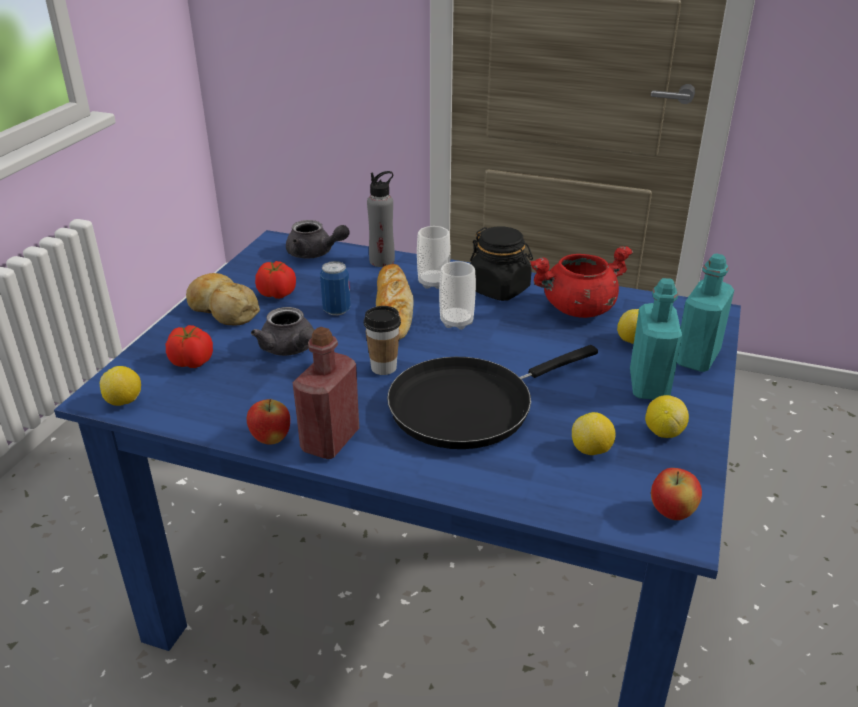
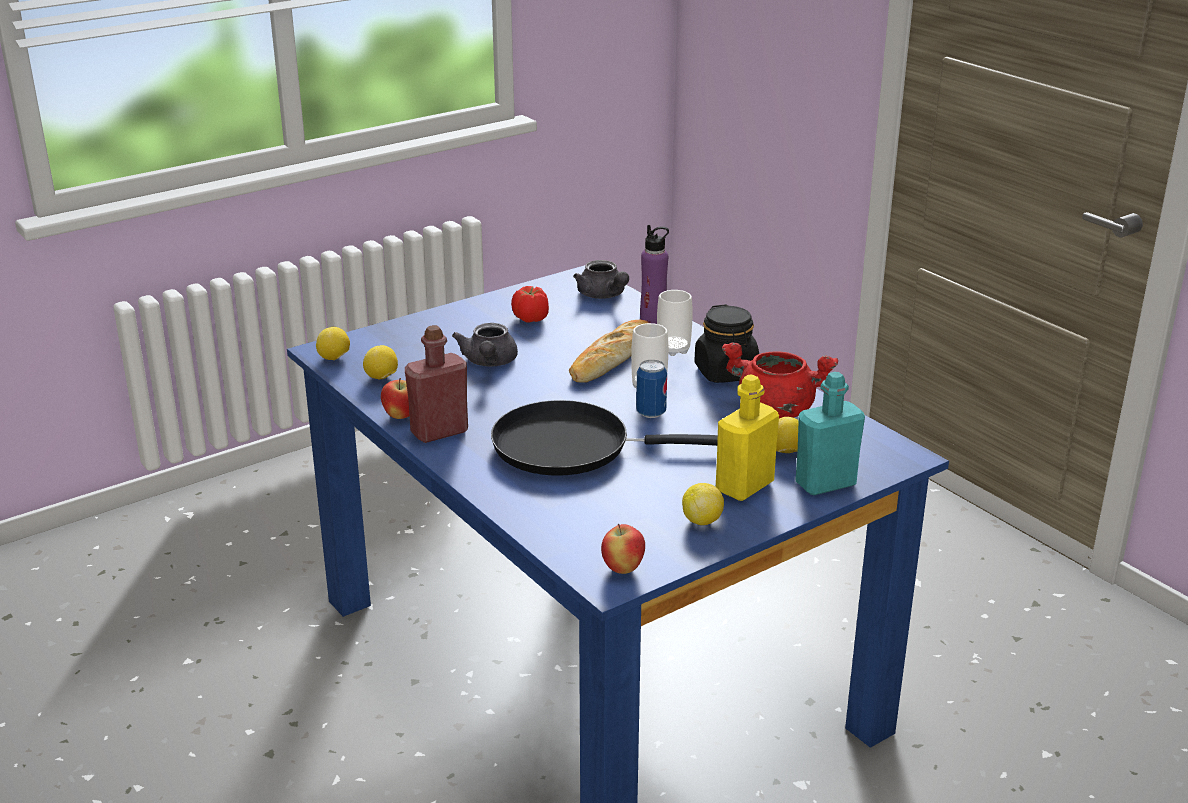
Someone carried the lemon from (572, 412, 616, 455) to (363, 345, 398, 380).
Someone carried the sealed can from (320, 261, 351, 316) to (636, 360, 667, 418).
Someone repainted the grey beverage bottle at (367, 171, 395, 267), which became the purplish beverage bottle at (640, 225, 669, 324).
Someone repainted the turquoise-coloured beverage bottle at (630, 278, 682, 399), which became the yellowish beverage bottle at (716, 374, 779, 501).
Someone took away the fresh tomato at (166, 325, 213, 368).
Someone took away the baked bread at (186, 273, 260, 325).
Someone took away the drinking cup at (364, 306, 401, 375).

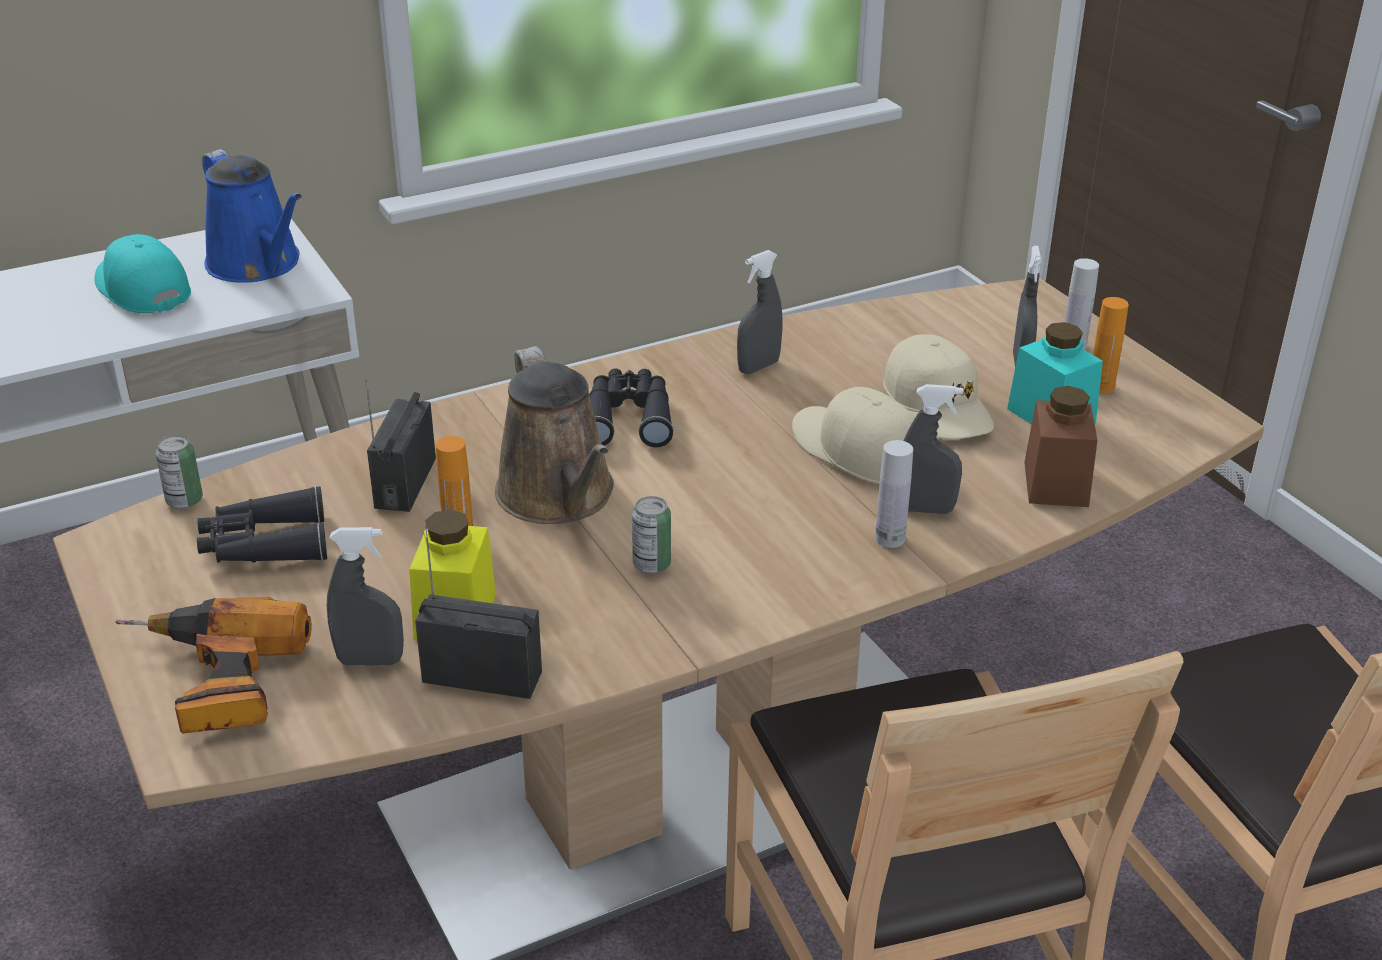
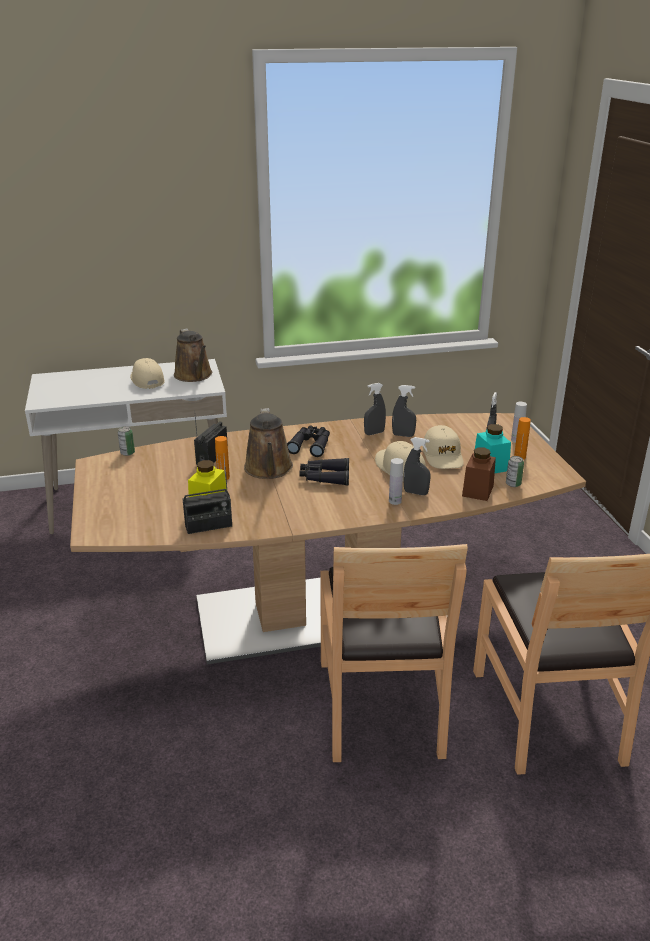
Someone repainted the turquoise-coloured peaked cap at (94, 234, 191, 313), which became the beige peaked cap at (130, 358, 165, 389).
Someone repainted the blue-coloured watering pot at (202, 149, 302, 283), which became the brown-coloured watering pot at (174, 329, 212, 382).
Someone rotated the radio at (415, 526, 542, 699) by 135 degrees clockwise.
Someone carried the black-coloured pair of binoculars from (197, 486, 327, 563) to (300, 458, 349, 486).
Someone carried the grey sprayer from (327, 527, 404, 666) to (392, 385, 416, 437).
Someone carried the sealed can from (632, 496, 671, 573) to (506, 456, 524, 487).
Someone took away the power drill at (116, 597, 312, 734).

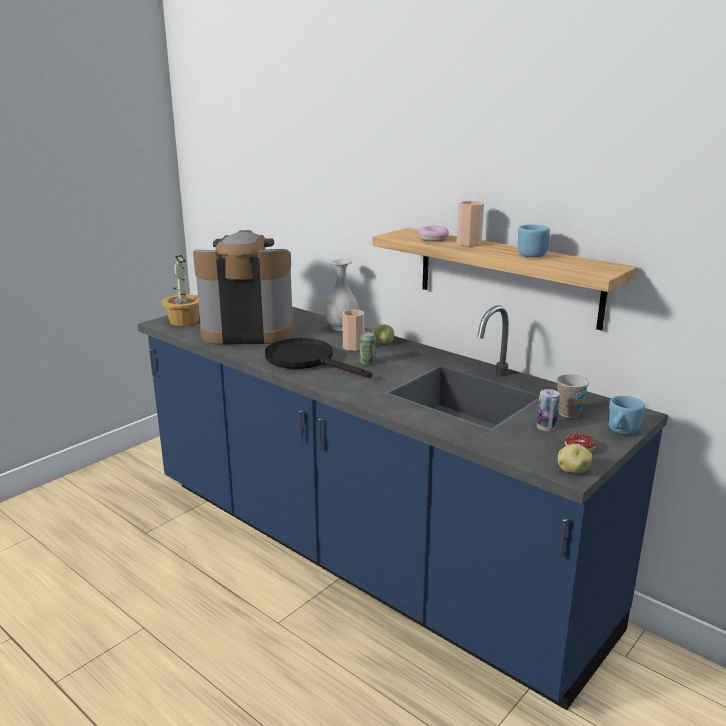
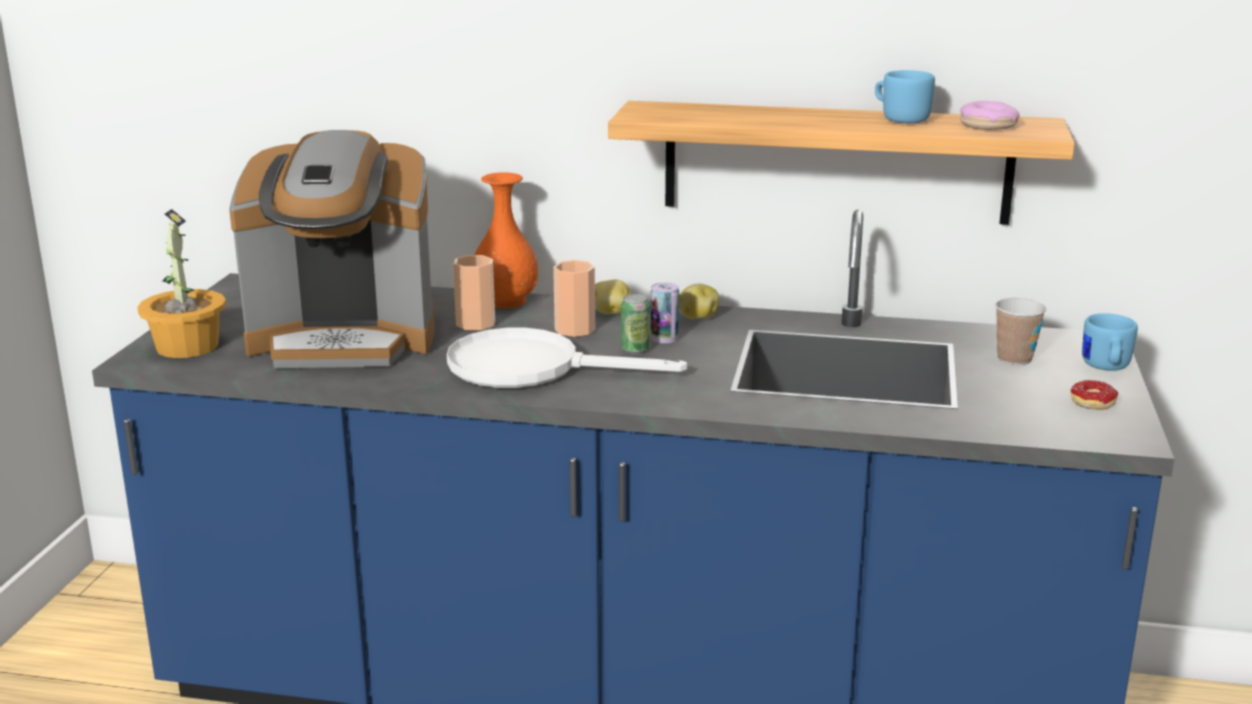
Someone rotated the coffee brewer at (193, 230, 293, 345) by 150 degrees counterclockwise.
Someone repainted the black-coloured skillet at (265, 338, 372, 378), which became the white skillet at (447, 328, 687, 388).
Someone carried the drinking cup from (457, 201, 484, 247) to (453, 255, 495, 330).
Someone repainted the white flower vase at (324, 259, 359, 331), which became the orange flower vase at (474, 172, 538, 309).
Someone carried the sealed can from (537, 389, 560, 431) to (650, 282, 679, 343).
Someone carried the potato from (558, 444, 592, 473) to (679, 284, 719, 319).
Someone carried the ring doughnut from (418, 226, 449, 242) to (960, 101, 1020, 130).

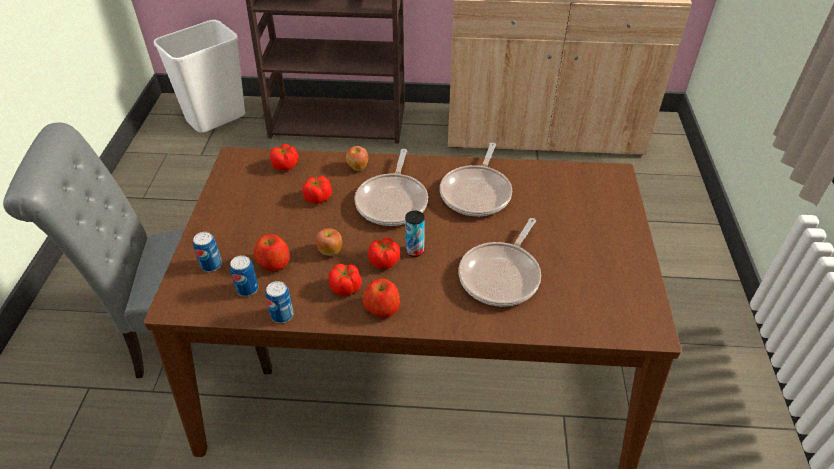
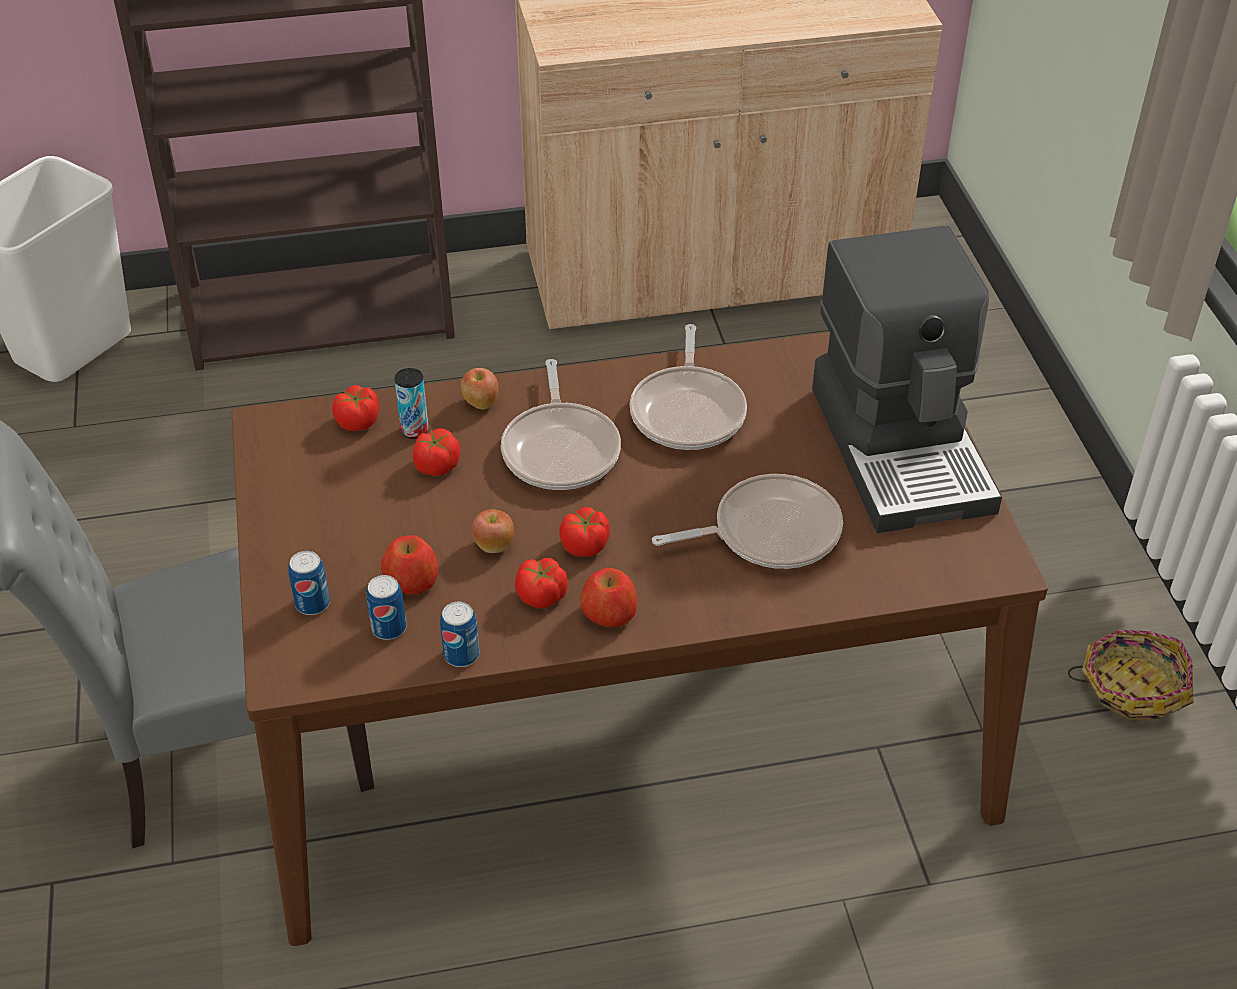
Someone carried the sealed can from (405, 211, 425, 257) to (394, 368, 429, 439).
Someone rotated the skillet at (458, 218, 541, 307) by 120 degrees counterclockwise.
Someone put down the coffee brewer at (812, 226, 1002, 533).
Someone put down the basket at (1068, 630, 1193, 721).

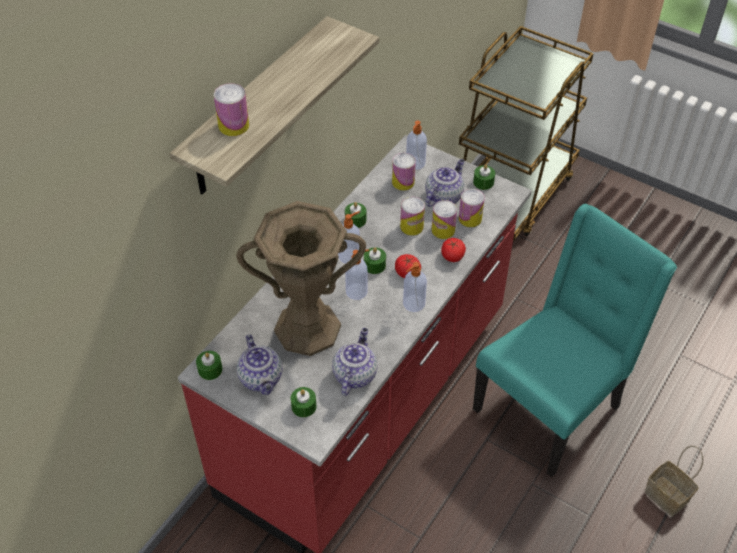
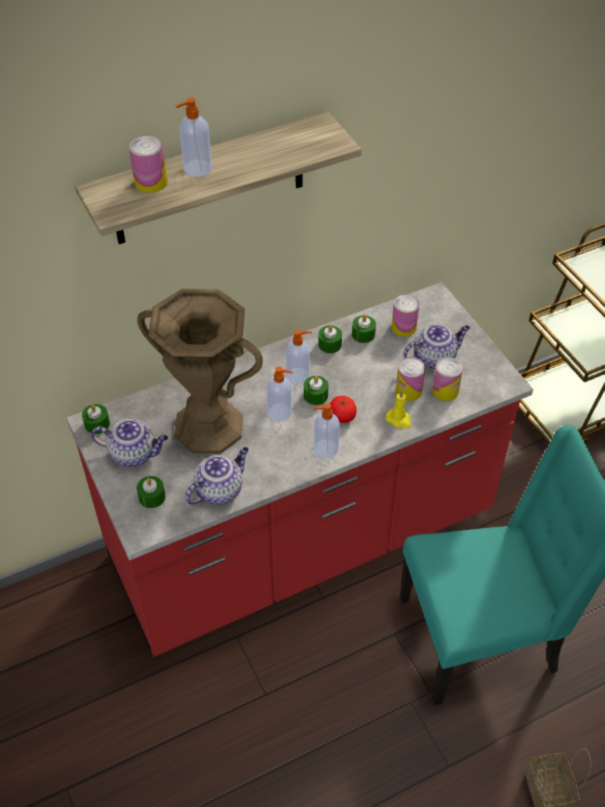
Someone rotated the teapot at (237, 335, 283, 395) by 90 degrees counterclockwise.
Someone carried the soap dispenser from (406, 121, 427, 170) to (176, 97, 212, 177).
Someone carried the green-coloured wax candle from (473, 164, 495, 190) to (352, 314, 376, 343).
Someone swapped the fresh tomato at (441, 238, 466, 262) for the yellowish wax candle at (386, 390, 411, 429).
Someone took away the sealed can at (400, 197, 425, 236).

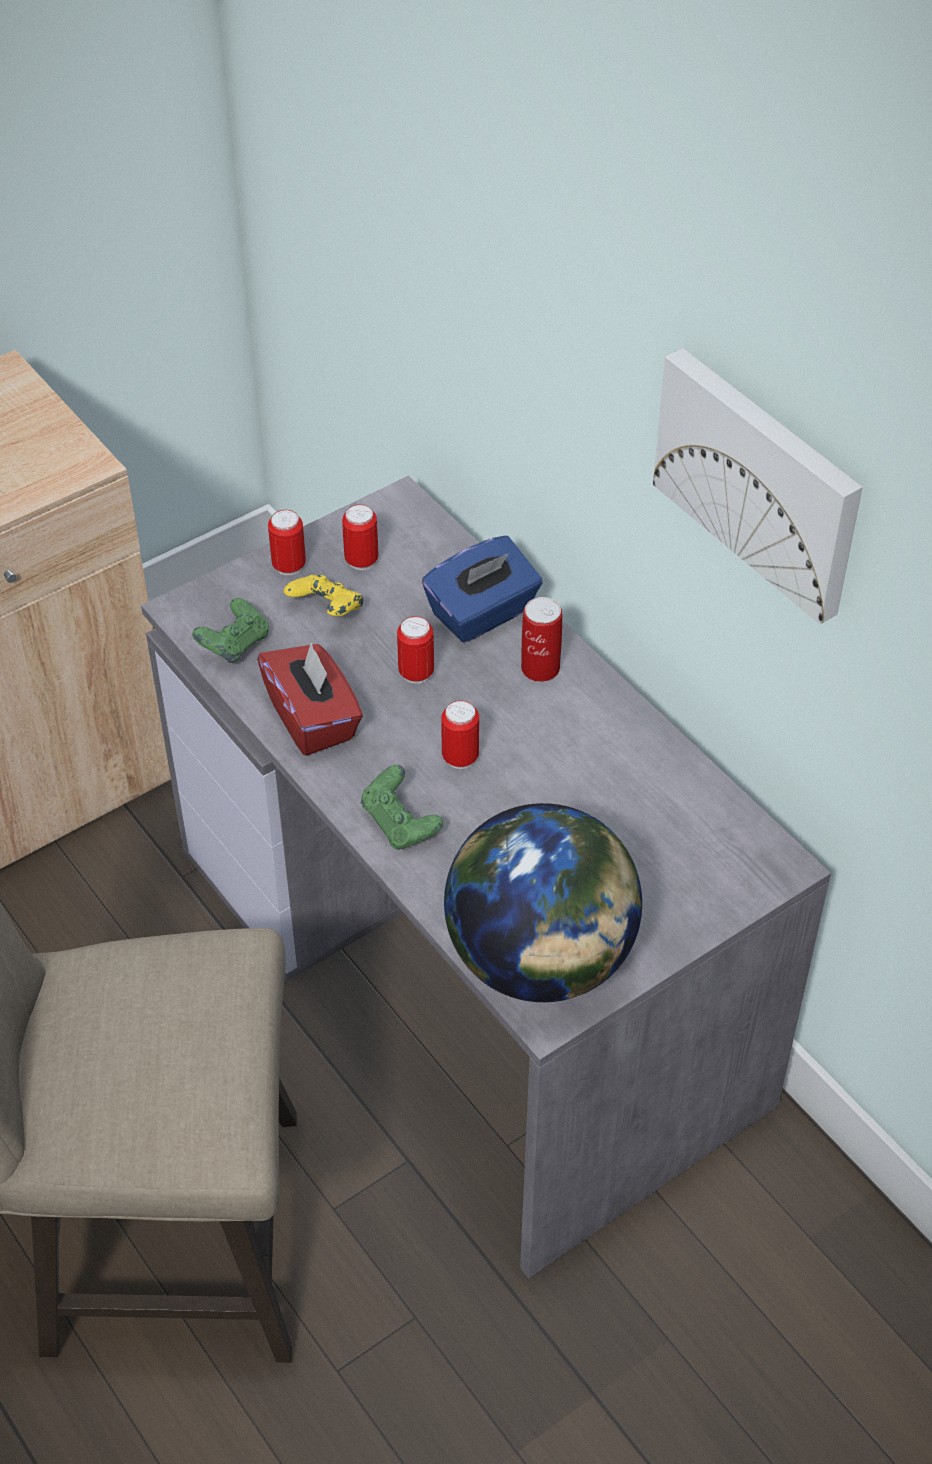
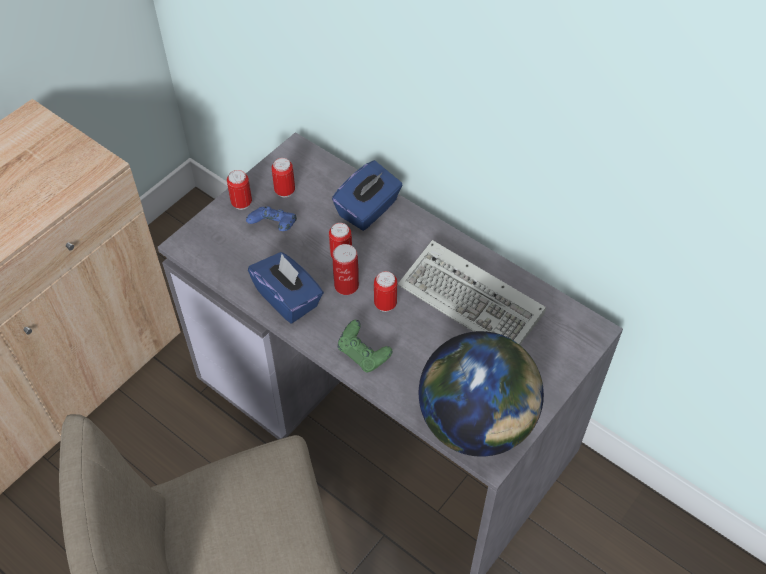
Someone repainted the yellowish gamepad at (284, 575, 363, 616), which became the blue-coloured gamepad at (246, 206, 297, 231).
Someone repainted the reddish tissue box at (257, 641, 363, 756), which became the blue-coloured tissue box at (248, 252, 324, 324).
Someone carried the sealed can from (521, 597, 562, 682) to (332, 244, 359, 295).
Someone put down the keyboard at (398, 240, 546, 345).
Someone took away the green-coloured gamepad at (192, 598, 269, 663).
Someone took away the wall art at (653, 348, 863, 624).

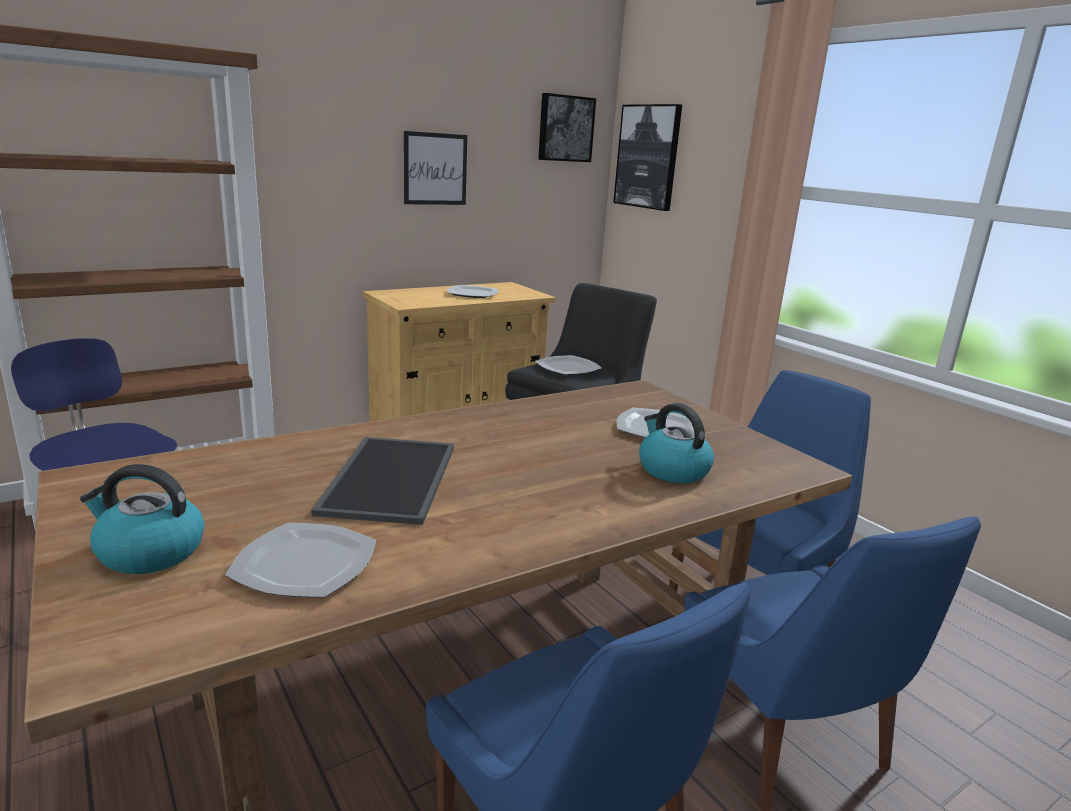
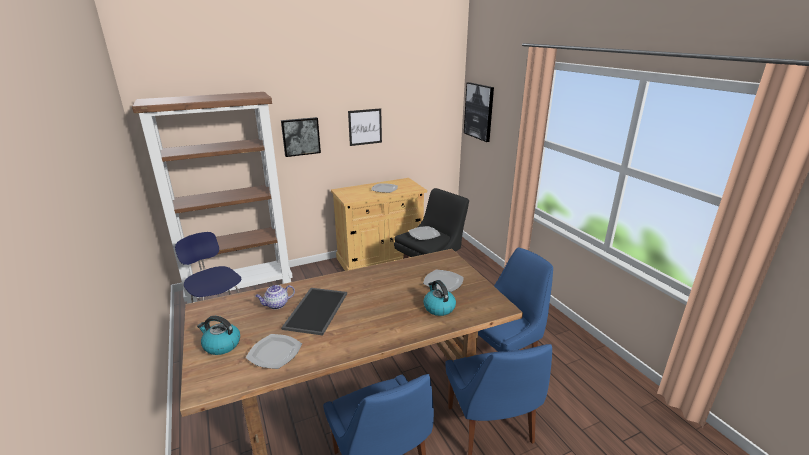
Someone put down the teapot at (255, 285, 295, 309).
Someone carried the wall art from (538, 93, 596, 162) to (281, 117, 321, 157).

